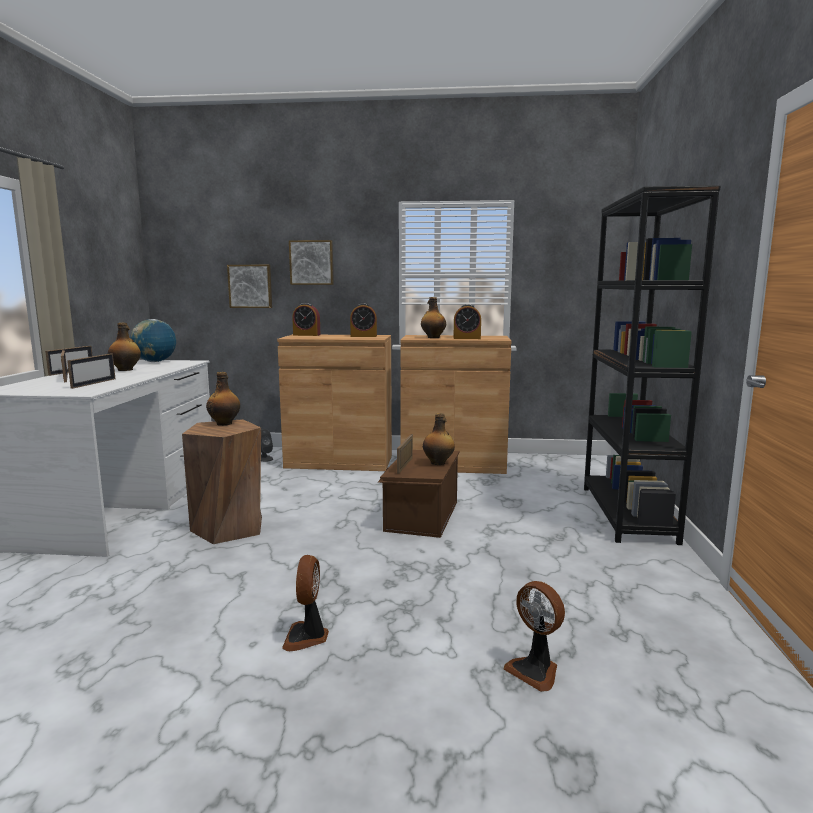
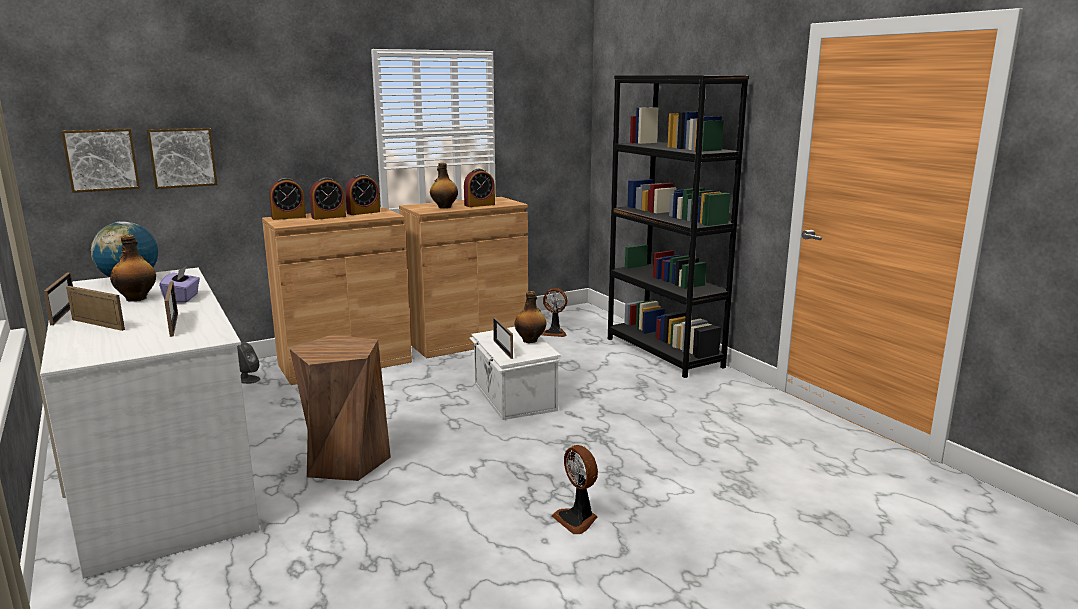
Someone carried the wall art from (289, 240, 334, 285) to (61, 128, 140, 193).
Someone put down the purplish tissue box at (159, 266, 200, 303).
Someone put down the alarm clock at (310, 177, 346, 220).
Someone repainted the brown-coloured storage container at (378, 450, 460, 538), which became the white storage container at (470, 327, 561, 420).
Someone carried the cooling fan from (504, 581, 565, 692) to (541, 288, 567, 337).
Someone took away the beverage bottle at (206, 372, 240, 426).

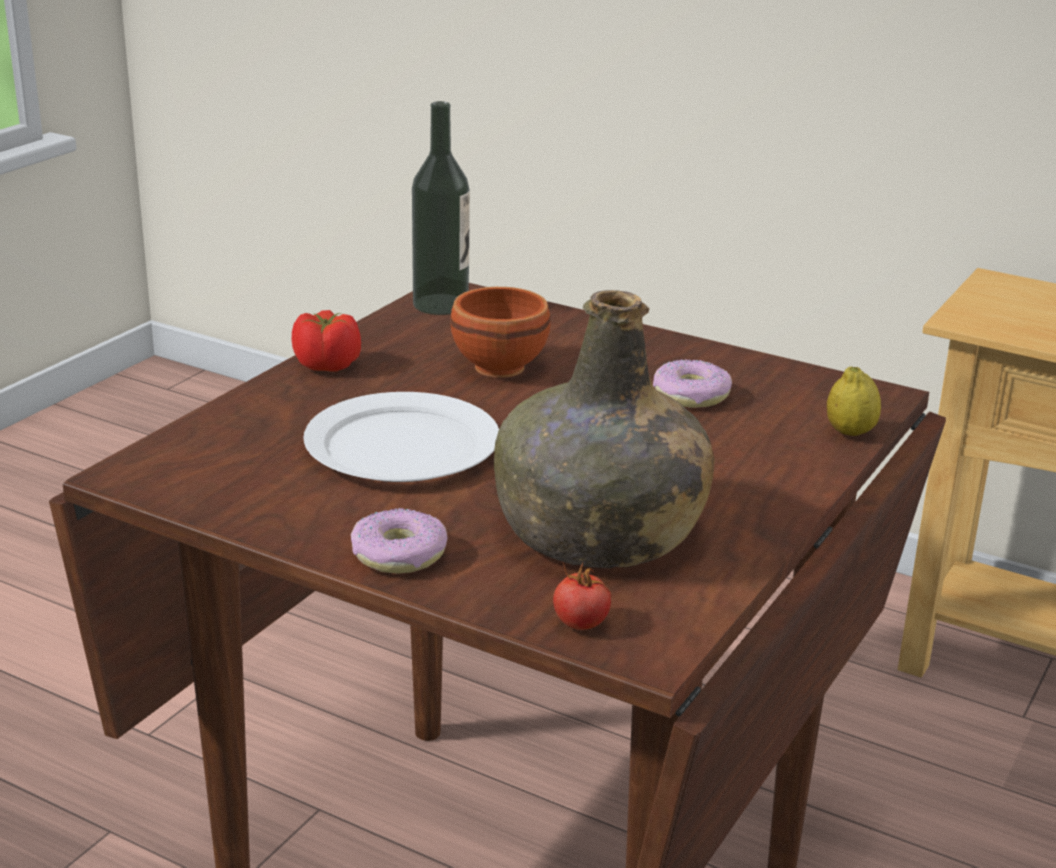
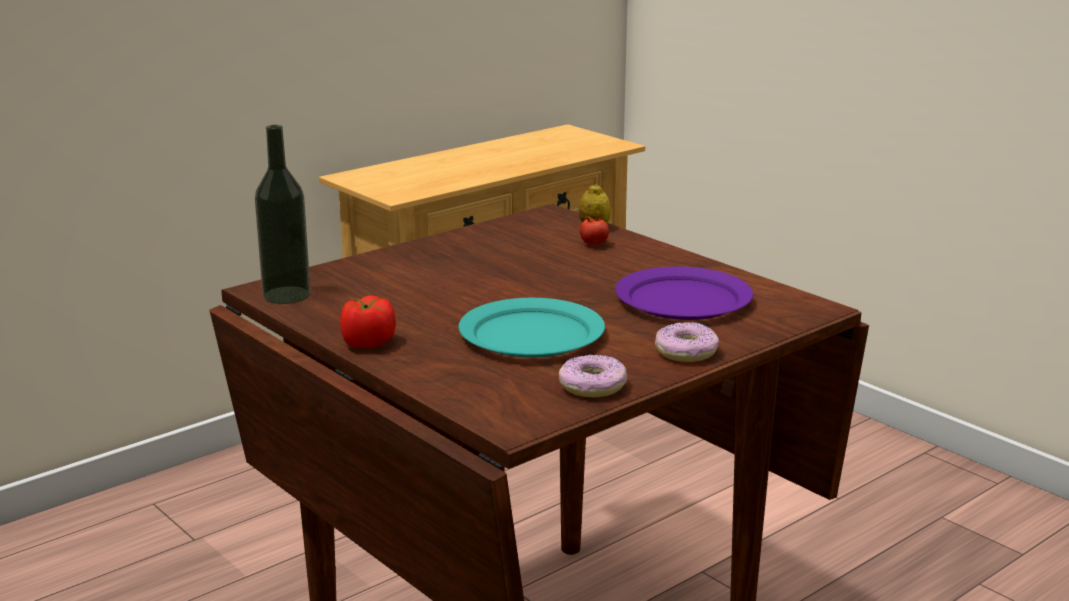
Someone repainted the white dinner plate at (303, 392, 499, 482), which became the turquoise-coloured dinner plate at (459, 298, 605, 358).
Someone carried the ring doughnut from (653, 359, 732, 408) to (559, 355, 627, 398).
Someone carried the fresh tomato from (553, 563, 612, 630) to (580, 209, 609, 246).
Someone swapped the green-coloured beverage bottle at (494, 290, 715, 568) for the purplish dinner plate at (615, 266, 753, 320).
Someone took away the brown-coloured serving bowl at (450, 287, 551, 378).

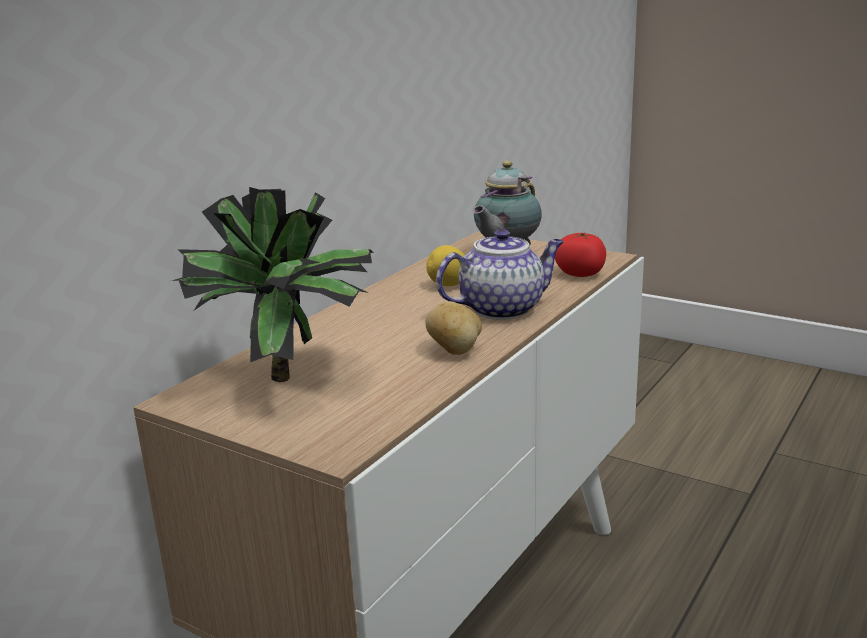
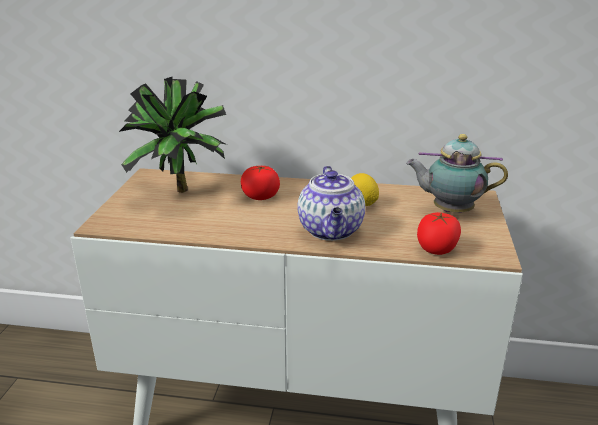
Someone put down the fresh tomato at (241, 166, 280, 200).
Someone rotated the teapot at (436, 229, 564, 320) by 45 degrees clockwise.
Someone took away the potato at (425, 301, 482, 355).

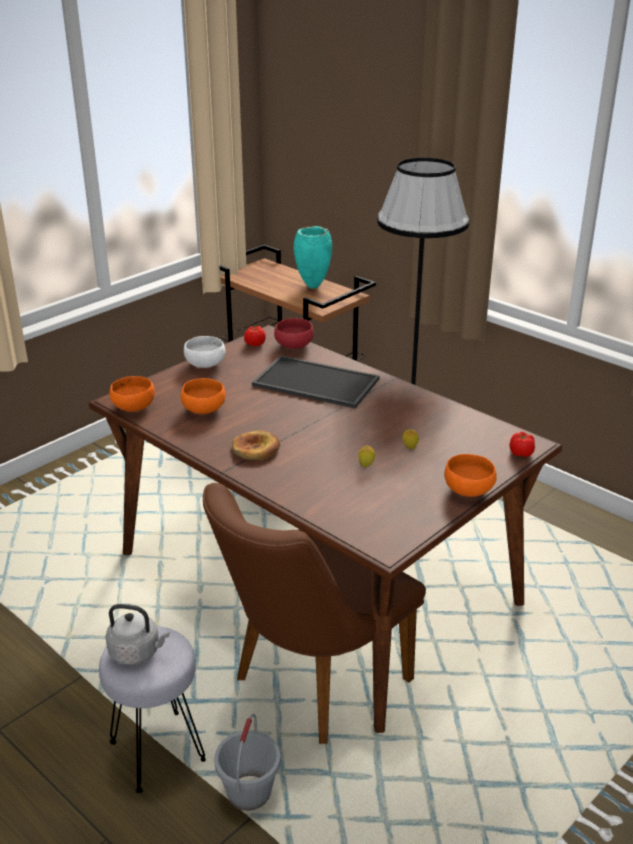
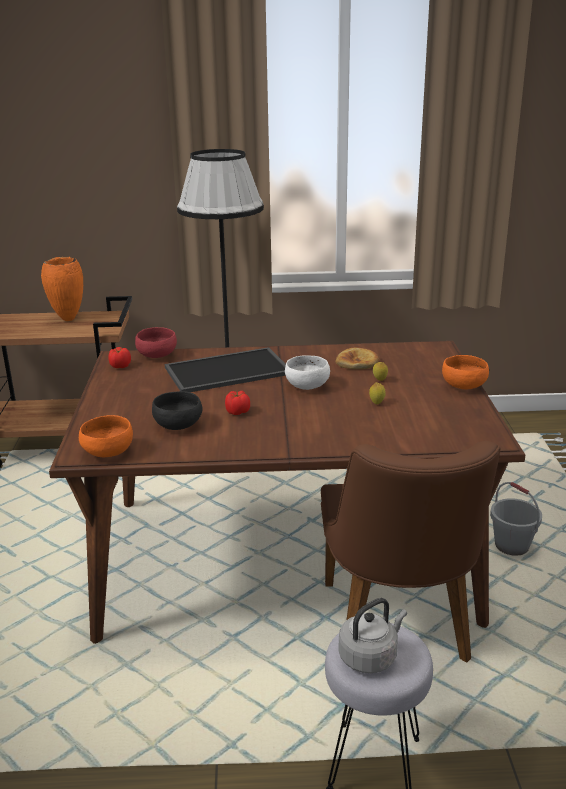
Someone repainted the turquoise-coloured flower vase at (294, 226, 332, 289), which became the orange flower vase at (41, 257, 83, 321).
Someone repainted the orange serving bowl at (180, 378, 226, 414), which became the black-coloured serving bowl at (152, 391, 203, 430).
Someone carried the fresh tomato from (510, 432, 535, 457) to (225, 391, 250, 415).
Someone carried the white serving bowl from (184, 336, 225, 368) to (285, 355, 330, 390).
Someone carried the baked bread from (232, 431, 280, 460) to (335, 347, 380, 369).
Someone carried the grey bucket from (214, 714, 281, 810) to (490, 482, 542, 556).

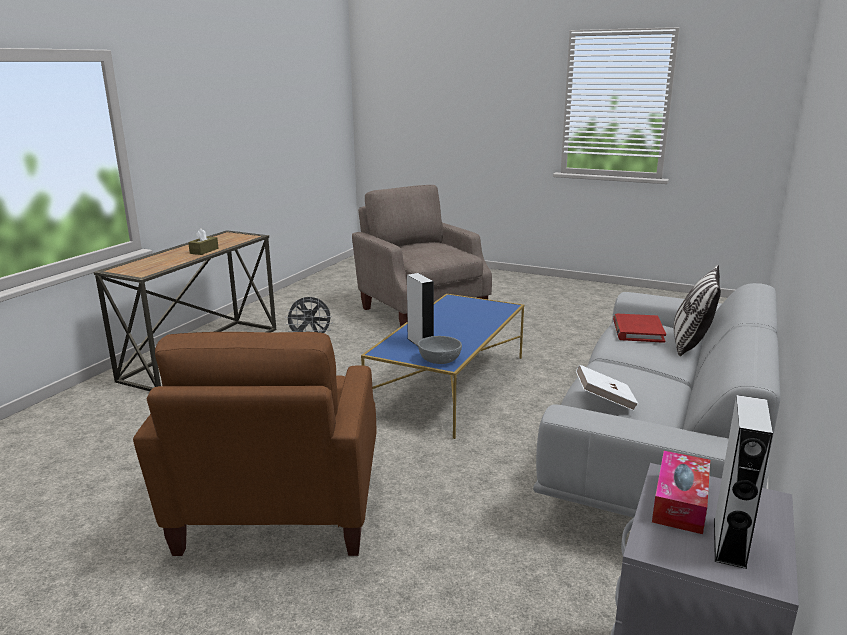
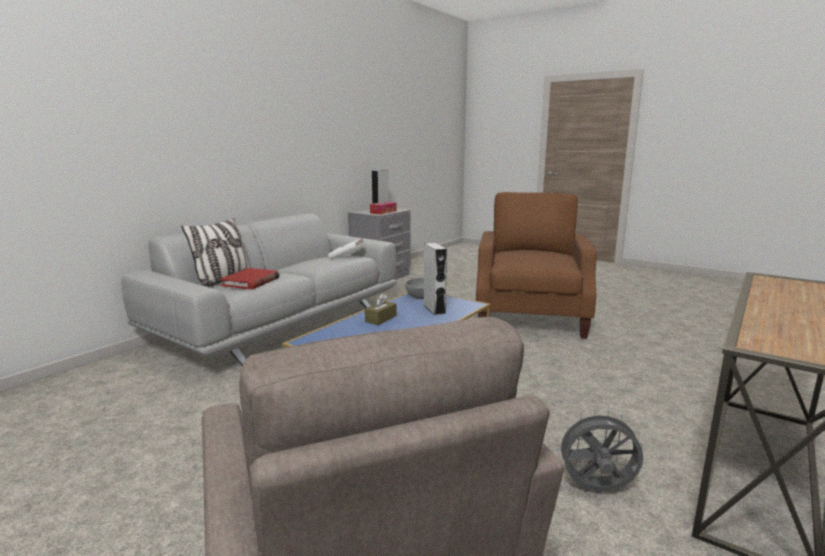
Someone carried the brown-coloured tissue box from (188, 228, 219, 255) to (365, 294, 396, 325).

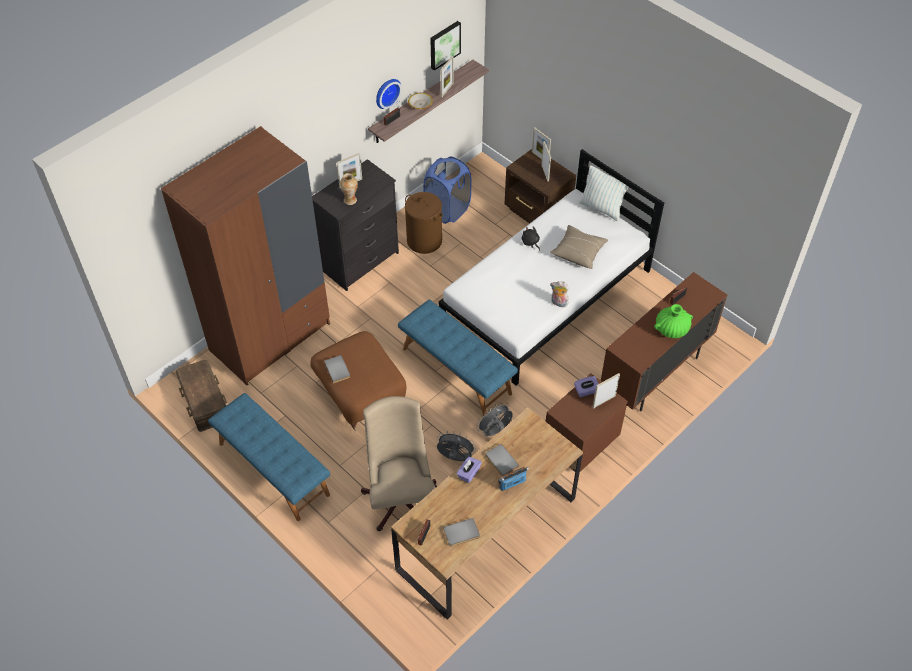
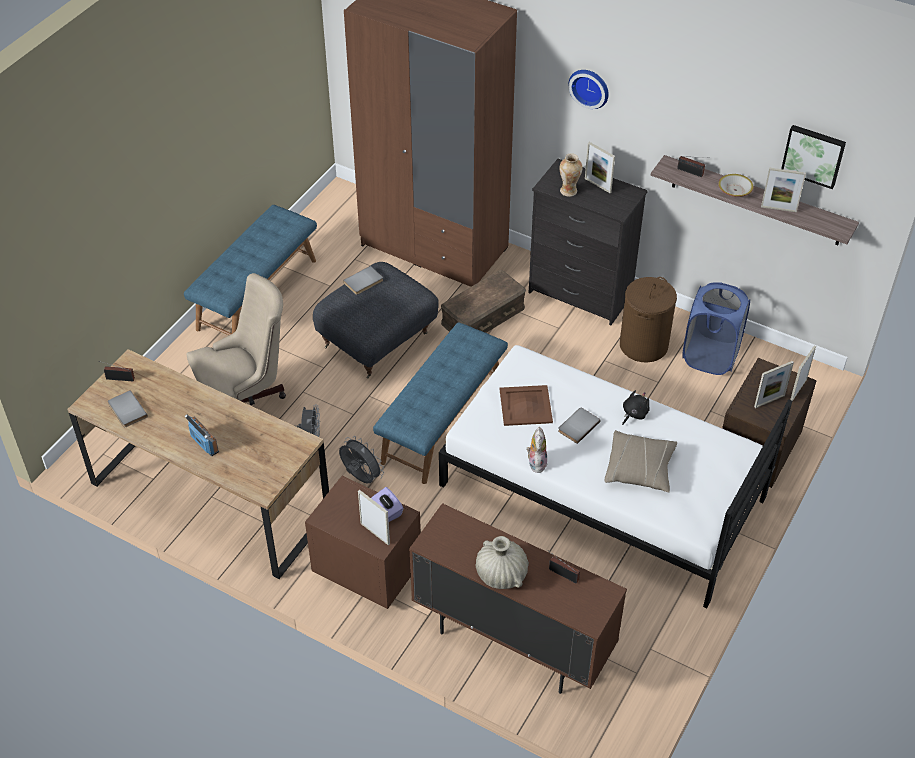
Someone repainted the brown-coloured footrest at (310, 331, 406, 431), which became the grey footrest at (313, 262, 439, 379).
Someone carried the brown-coloured storage container from (176, 360, 227, 432) to (441, 270, 526, 333).
Someone repainted the green-coloured flower vase at (654, 304, 693, 338), which became the beige flower vase at (476, 536, 529, 589).
Someone put down the brown-coloured serving tray at (500, 385, 553, 426).
Someone carried the grey volume from (485, 444, 519, 476) to (558, 408, 601, 444).
Someone carried the clock on the wall from (376, 79, 402, 109) to (569, 70, 609, 109).
Someone took away the purplish tissue box at (457, 457, 482, 483).
Someone took away the cushion at (579, 165, 629, 221).

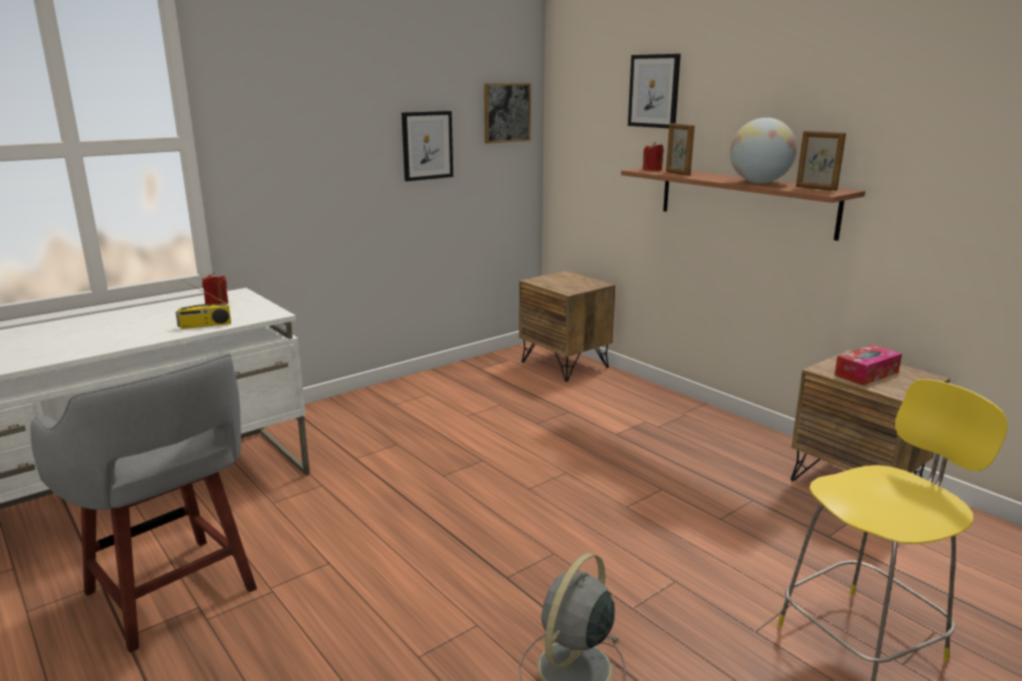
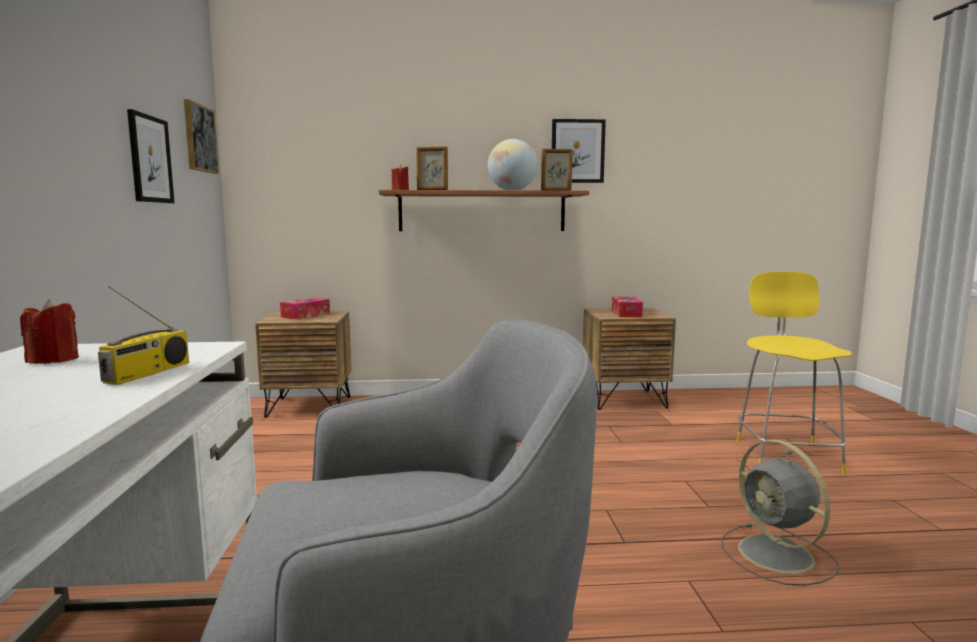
Someone put down the tissue box at (280, 298, 330, 319).
Someone carried the wall art from (628, 54, 681, 128) to (552, 119, 606, 183).

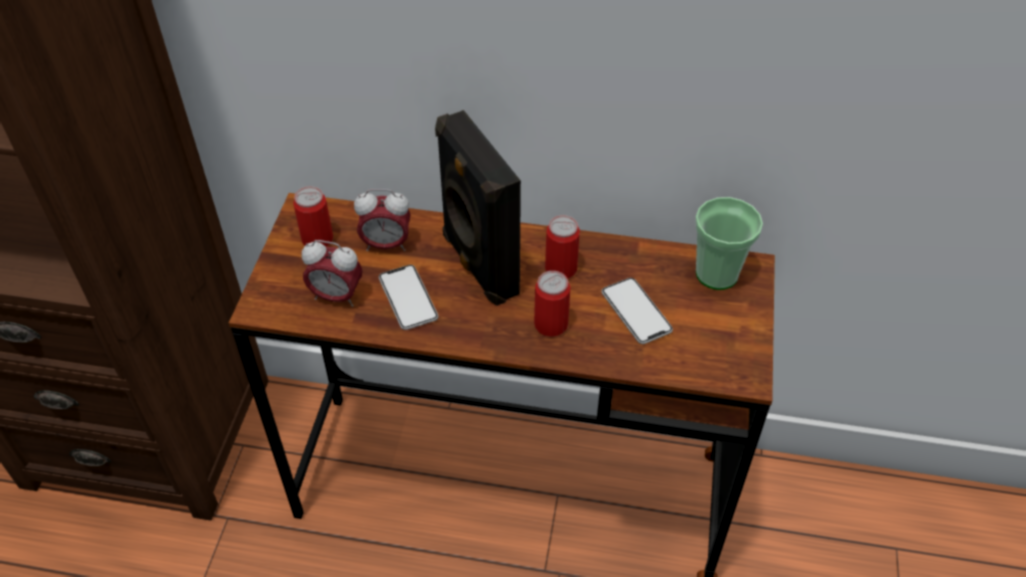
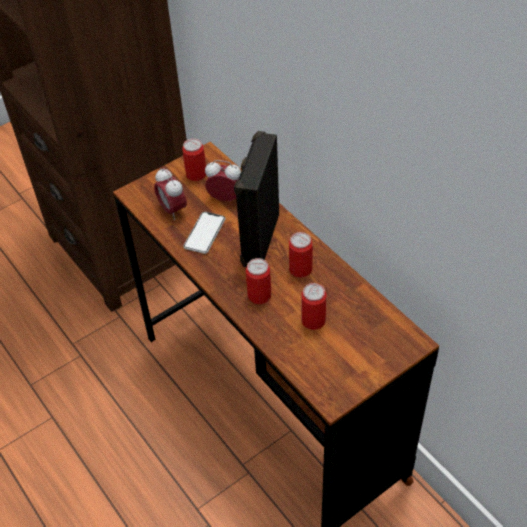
Someone rotated the alarm clock at (354, 189, 411, 251) by 150 degrees clockwise.
Someone swapped the phone at (602, 278, 673, 344) for the sealed can at (301, 283, 326, 330).
Someone took away the drinking cup at (695, 197, 763, 290).

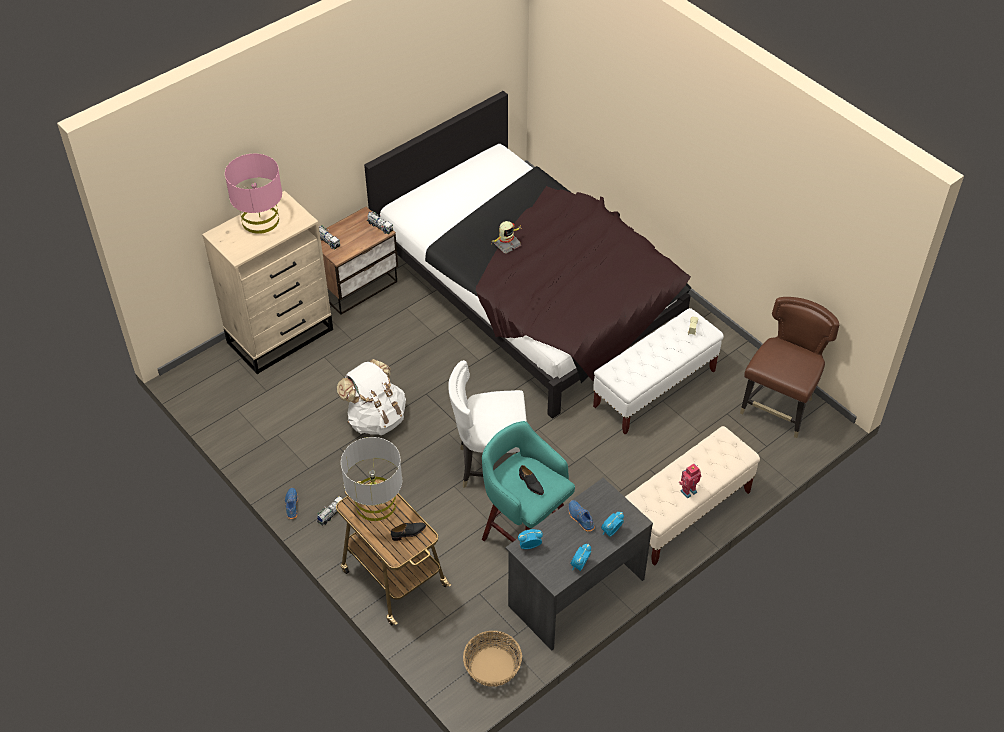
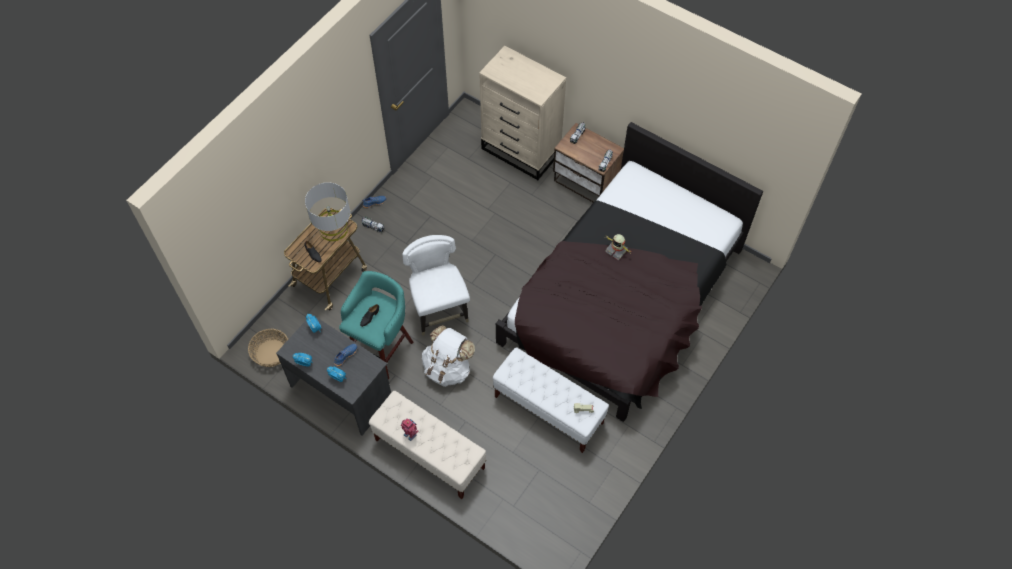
Someone carried the white knapsack from (337, 359, 406, 435) to (422, 325, 475, 387).
Someone took away the pink-coloured tabletop lamp at (225, 154, 282, 234).
Someone took away the brown-coloured chair at (740, 297, 839, 438).

